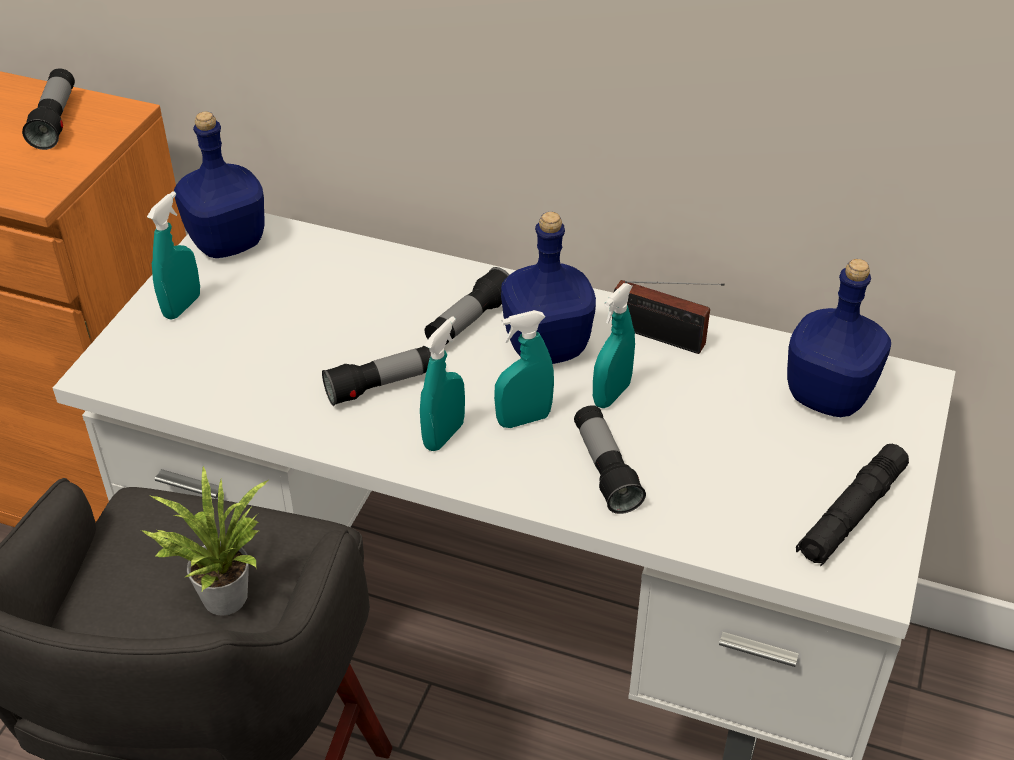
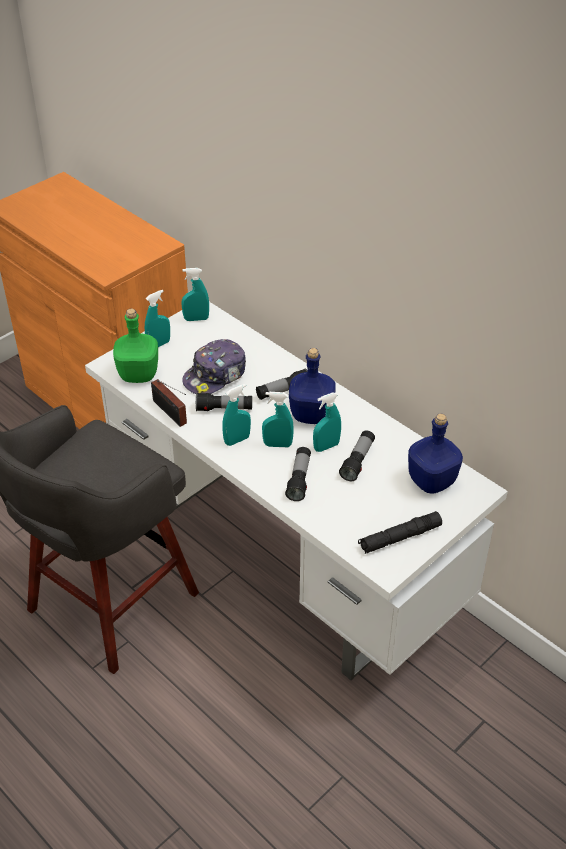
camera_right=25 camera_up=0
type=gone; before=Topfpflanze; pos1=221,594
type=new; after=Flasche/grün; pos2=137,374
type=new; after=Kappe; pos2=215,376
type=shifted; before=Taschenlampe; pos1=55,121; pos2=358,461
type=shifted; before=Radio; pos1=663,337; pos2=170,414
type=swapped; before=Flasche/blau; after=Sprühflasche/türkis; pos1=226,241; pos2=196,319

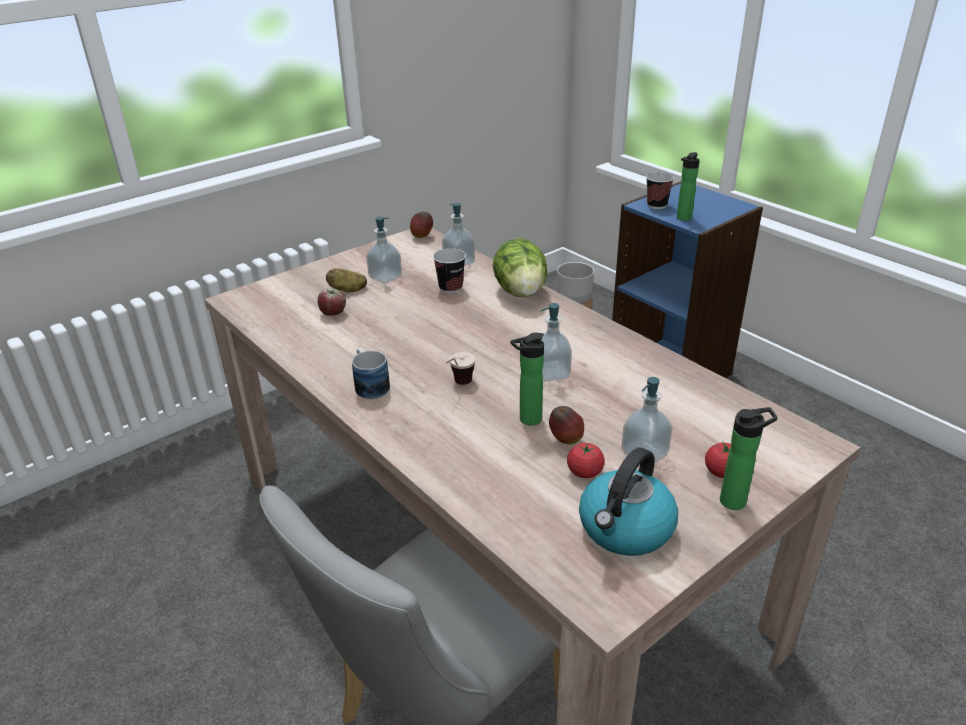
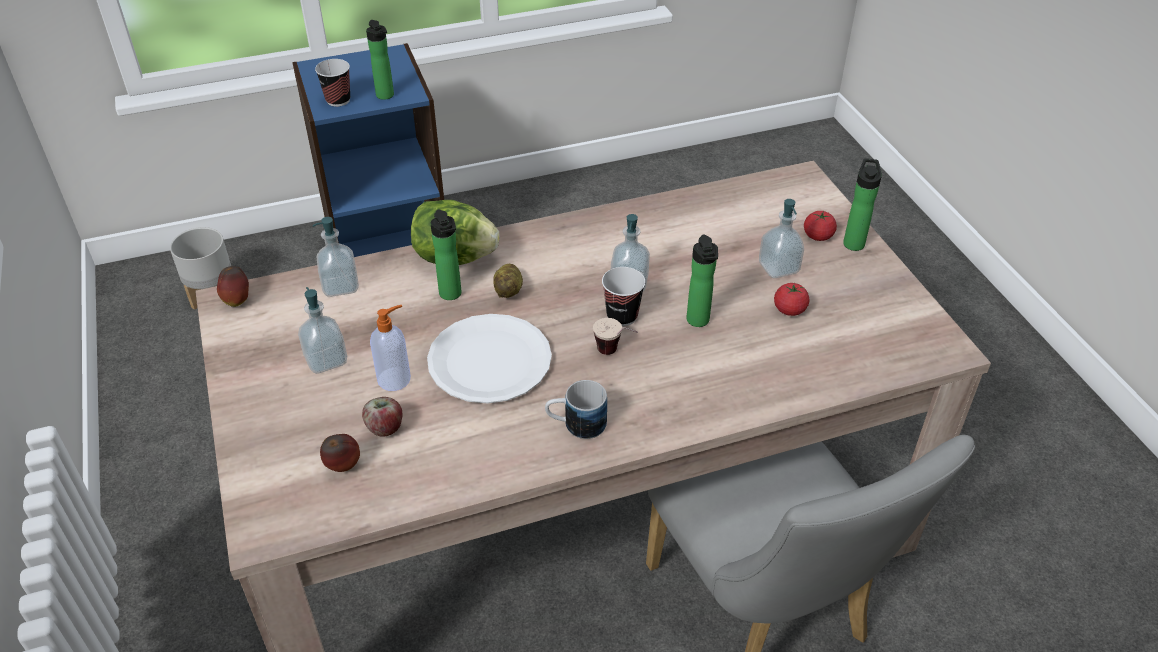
camera_right=-70 camera_up=10
type=gone; before=Wasserkessel; pos1=625,529
type=new; after=Seifenspender; pos2=395,379
type=new; after=Teller/weiß; pos2=489,361
type=new; after=Flasche; pos2=451,295
type=shifted; before=Kartoffel; pos1=347,290; pos2=509,290
type=shifted; before=Tasse; pos1=450,288; pos2=622,316
type=shifted; before=Apfel; pos1=565,441; pos2=343,467

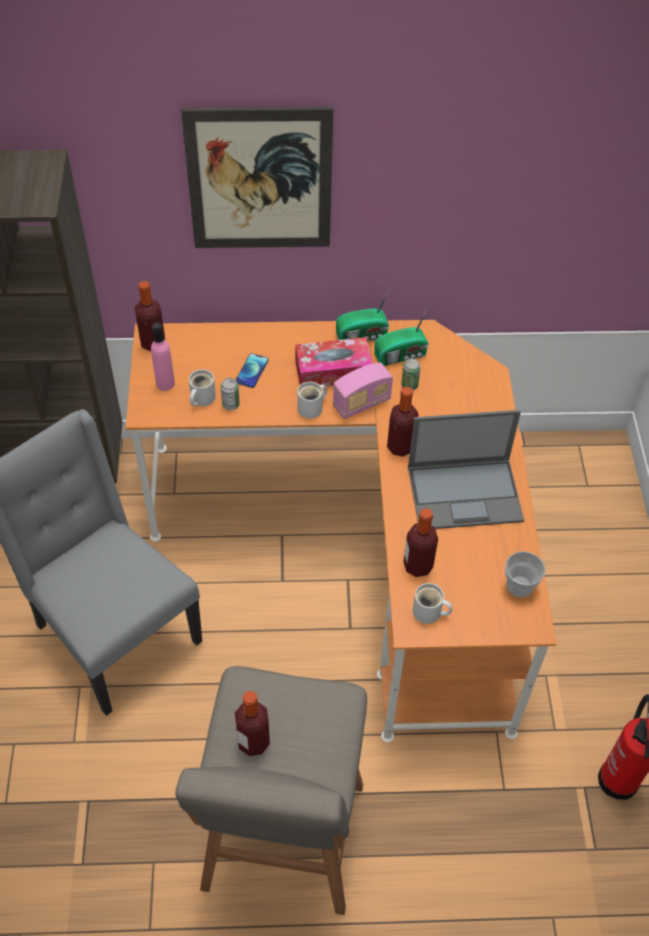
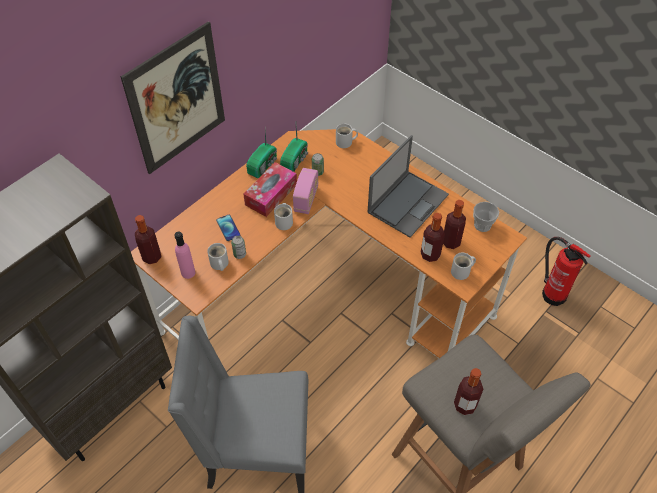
camera_right=-45 camera_up=0
type=new; after=Henkelbecher/weiß; pos2=345,142
type=shifted; before=Flasche; pos1=400,447; pos2=451,242

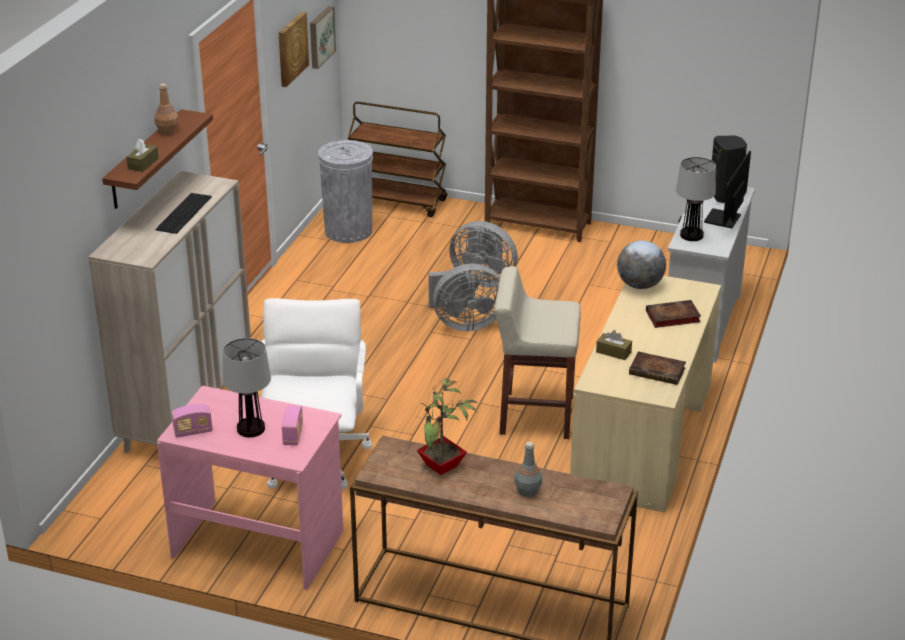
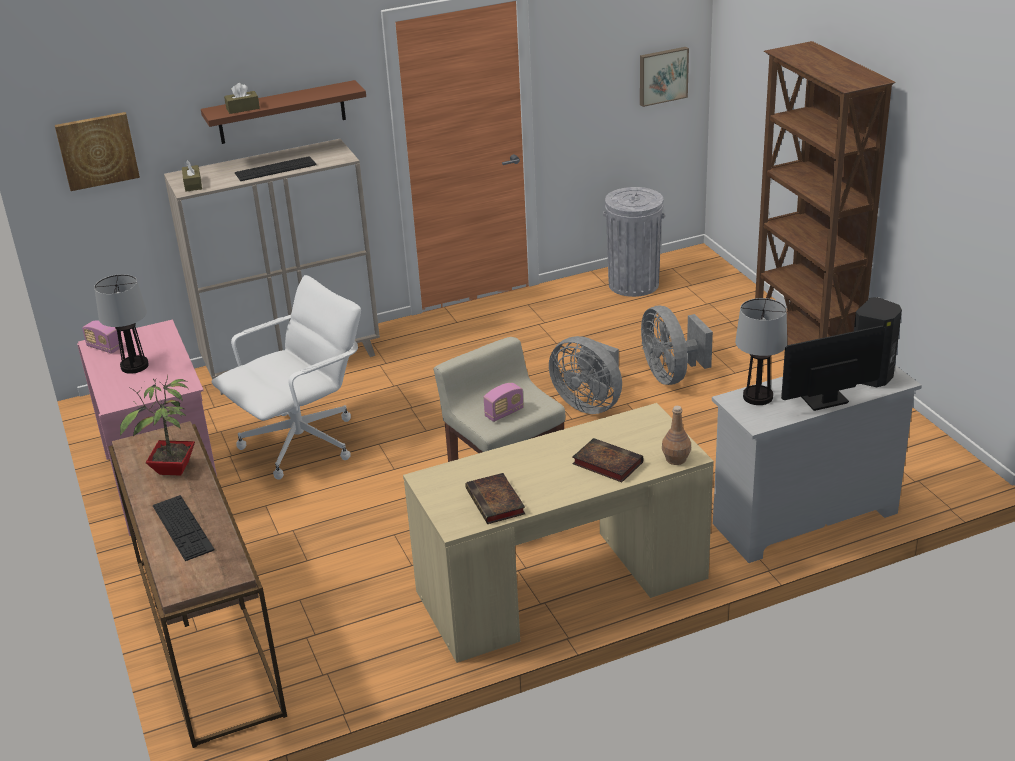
camera_right=50 camera_up=0
type=gone; before=Rollwagen/braun; pos1=398,202
type=gone; before=Globus; pos1=639,285
type=shifted; before=Flasche/braun; pos1=168,131; pos2=676,459
type=shifted; before=Bild; pos1=291,48; pos2=97,150
type=shifted; before=Radio; pos1=293,435; pos2=504,413
type=shifted; before=Taschentuchbox/braun; pos1=613,352; pos2=193,184
type=swapped; before=Flasche/grau; after=Tastatur; pos1=527,491; pos2=183,527

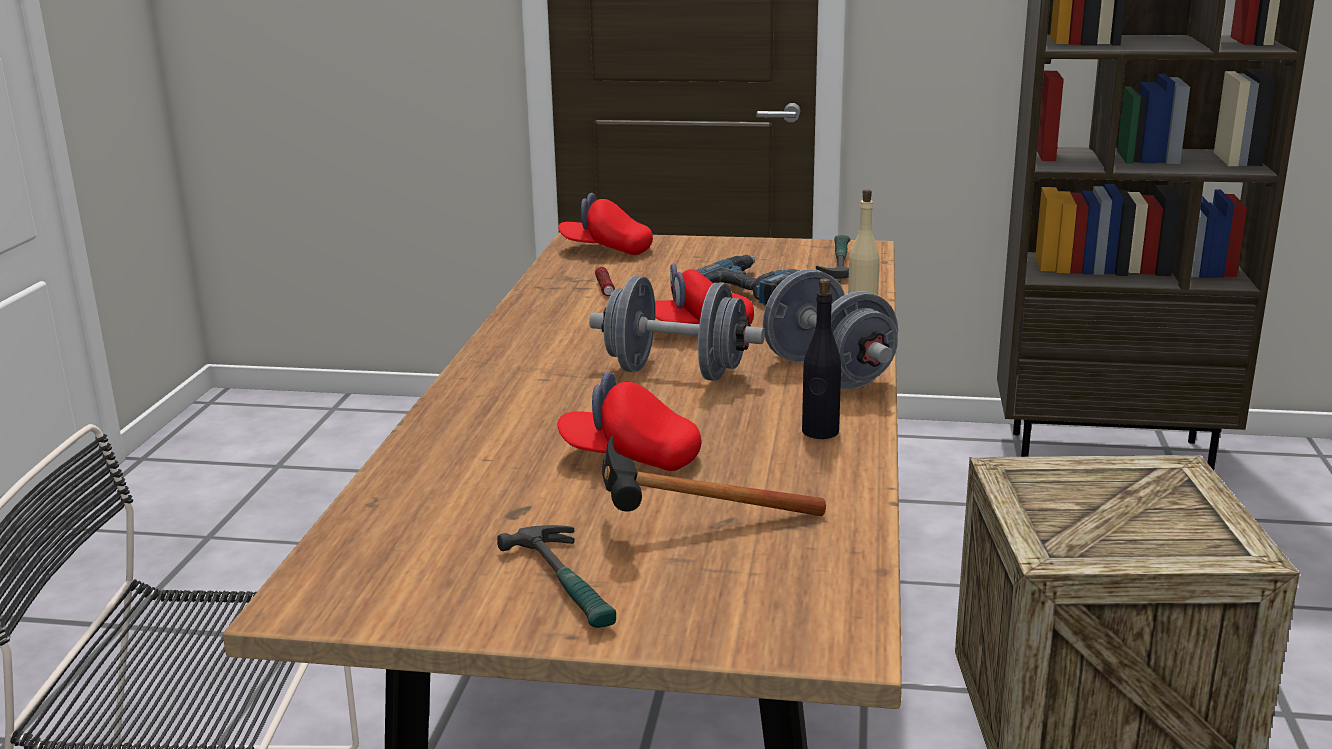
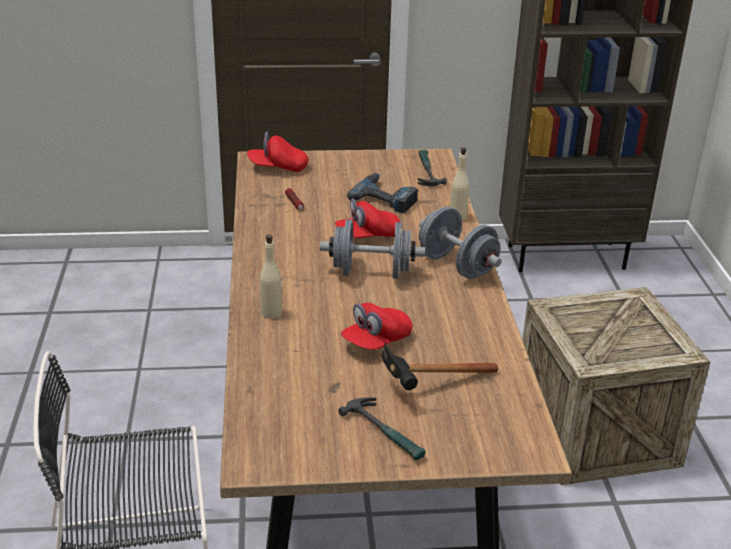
camera_right=-15 camera_up=10
type=gone; before=Flasche/schwarz; pos1=820,432
type=new; after=Flasche/beige; pos2=271,313
type=rotated; before=Kappe/rot; pos1=630,458; pos2=376,341; turn=-45

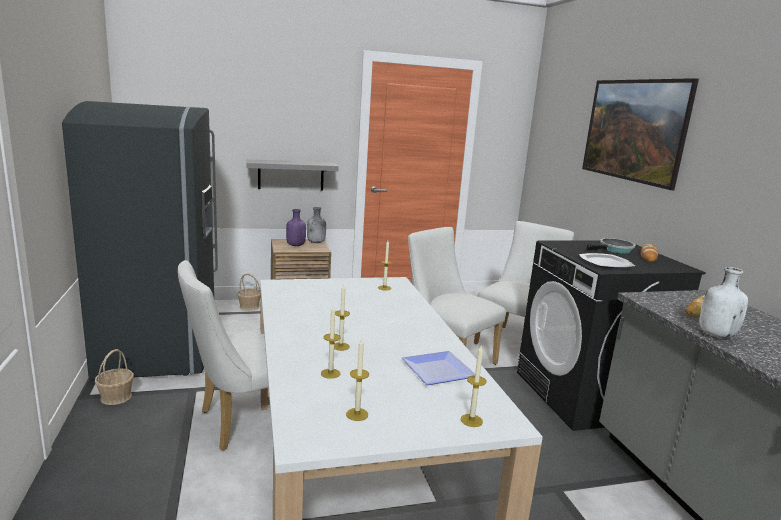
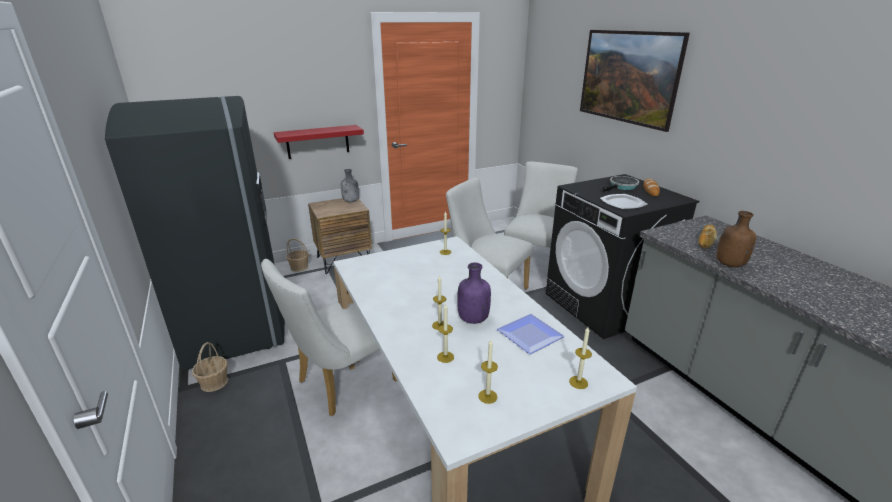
camera_right=-10 camera_up=10
type=shifted; before=Flasche/lila; pos1=295,245; pos2=472,319
type=repainted; before=Wandregal/grau; after=Wandregal/rot; pos1=291,175; pos2=317,141
type=repainted; before=Flasche/weiß; after=Flasche/braun; pos1=715,334; pos2=729,264

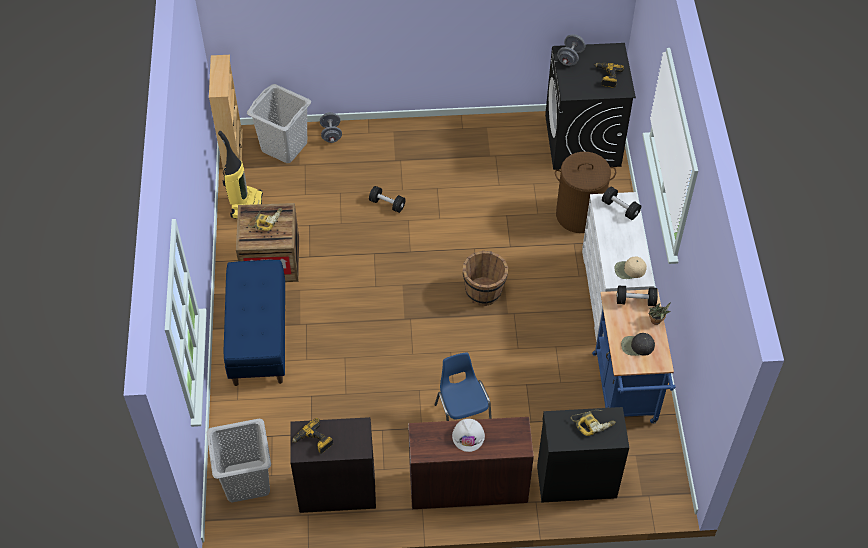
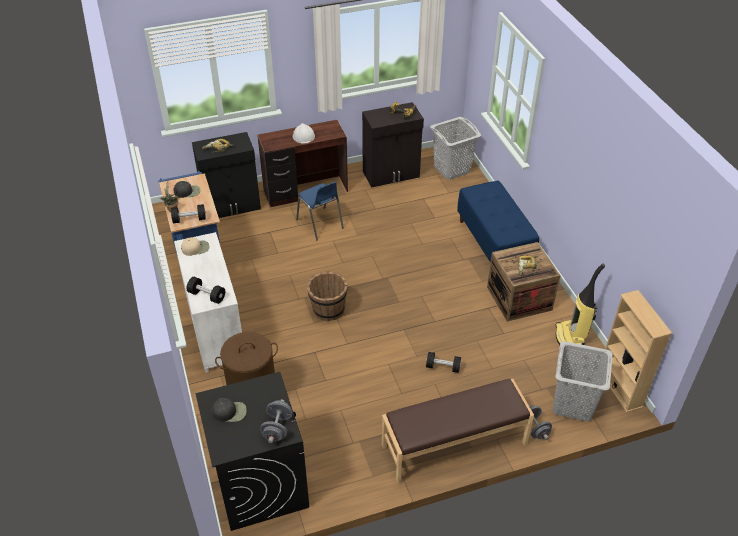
camera_right=165 camera_up=-10
type=new; after=Bank/braun; pos2=454,445
type=swapped; before=Bohrmaschine; after=Kappe/schwarz; pos1=607,77; pos2=229,412

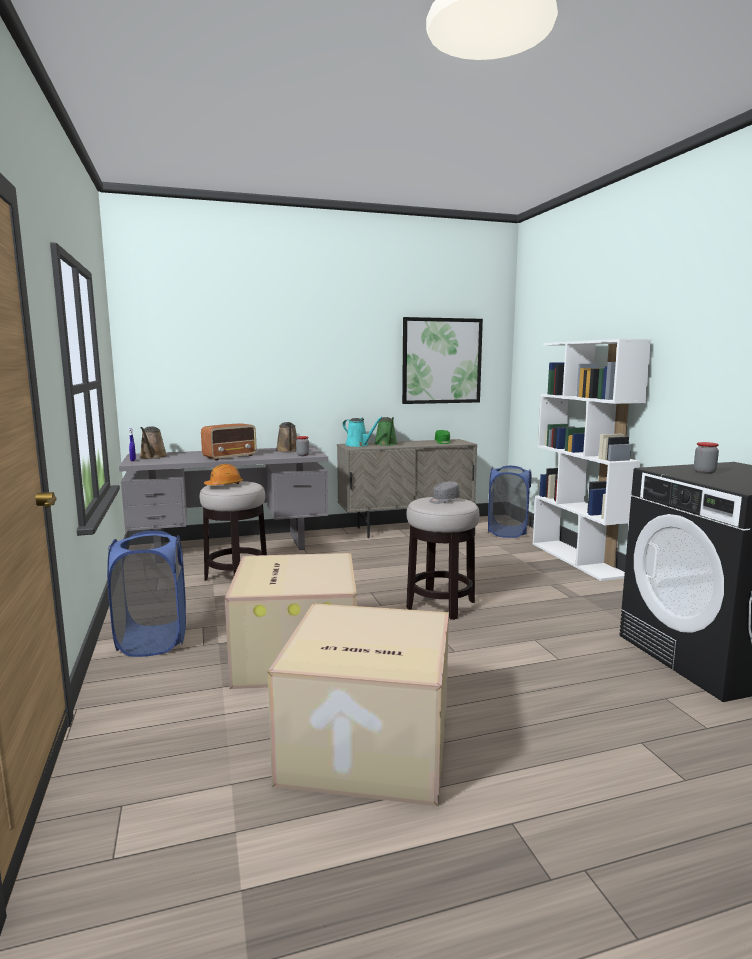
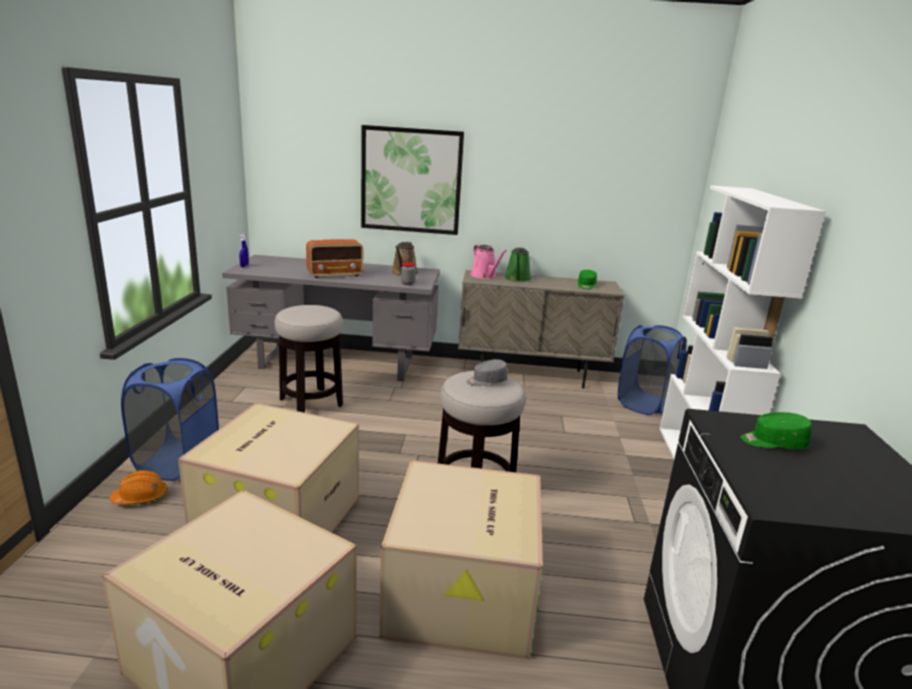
camera_right=20 camera_up=10
type=gone; before=Gießkanne/braun; pos1=153,457
type=new; after=Karton; pos2=463,594
type=shifted; before=Schutzhelm/orange; pos1=224,485; pos2=140,497
type=shifted; before=Bild; pos1=441,361; pos2=411,180
type=swapped; before=Vorratsglas; after=Kappe/grün; pos1=704,472; pos2=773,442
type=repainted; before=Gießkanne/türkis; after=Gießkanne/rosa; pos1=358,445; pos2=485,276

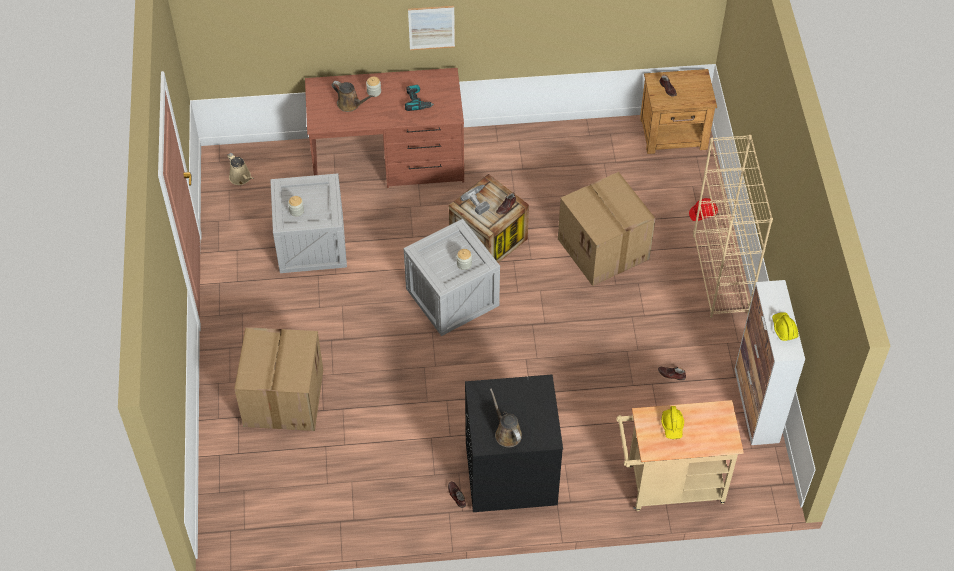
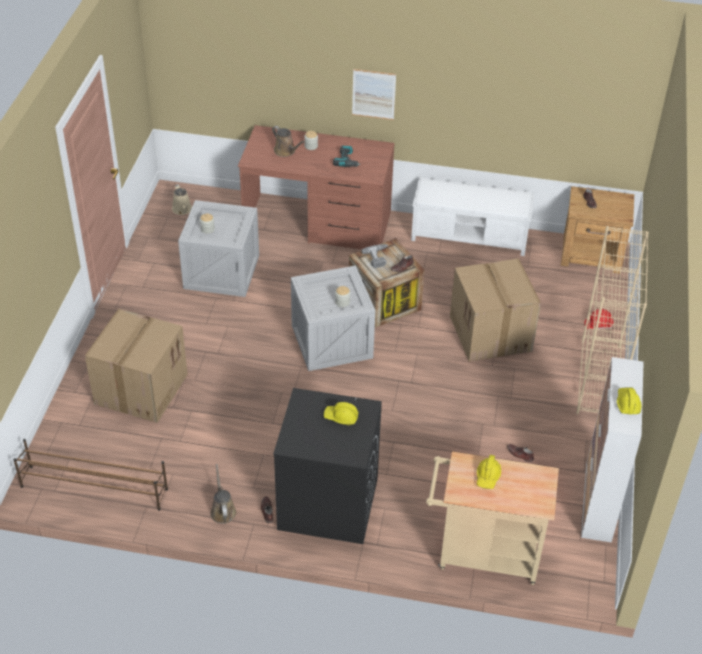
camera_right=15 camera_up=-10
type=new; after=Schuhregal/braun; pos2=93,487
type=new; after=Schutzhelm/gelb; pos2=341,417
type=new; after=Bank/weiß; pos2=470,236
type=shifted; before=Gießkanne/braun; pos1=506,433; pos2=222,510

